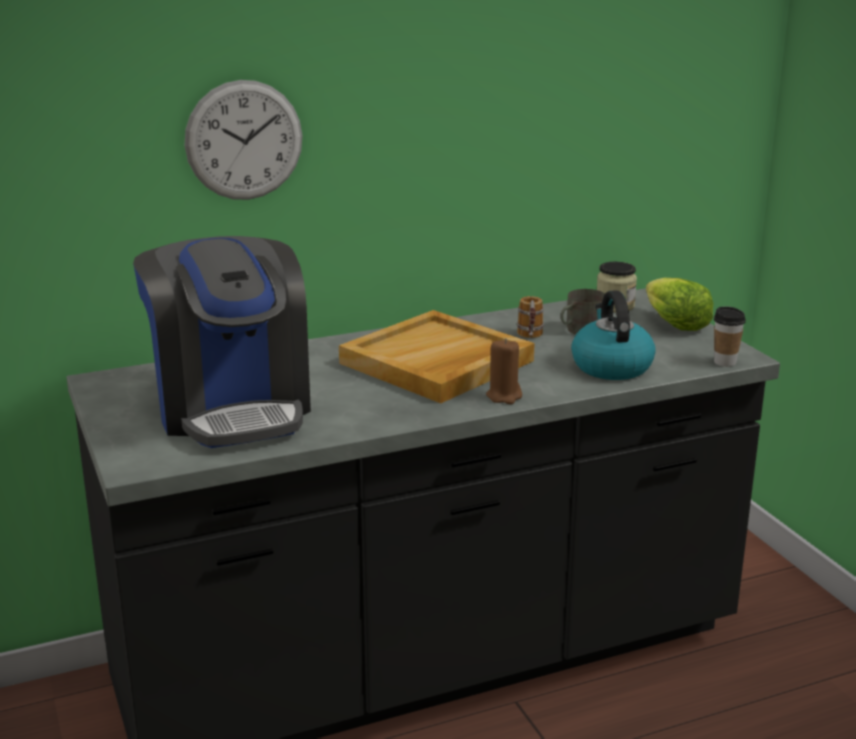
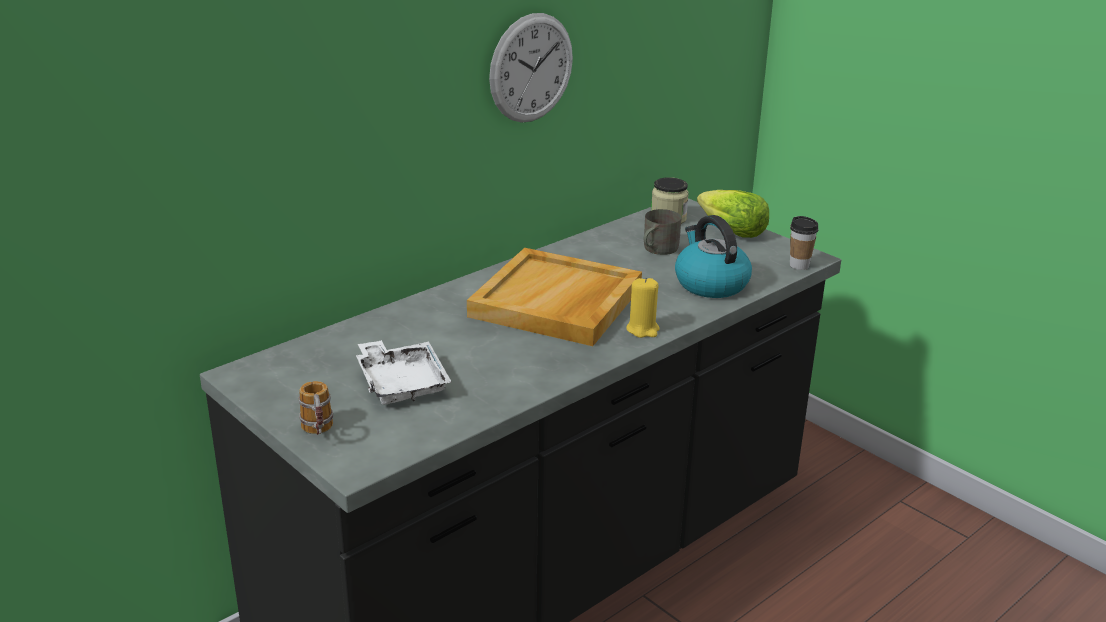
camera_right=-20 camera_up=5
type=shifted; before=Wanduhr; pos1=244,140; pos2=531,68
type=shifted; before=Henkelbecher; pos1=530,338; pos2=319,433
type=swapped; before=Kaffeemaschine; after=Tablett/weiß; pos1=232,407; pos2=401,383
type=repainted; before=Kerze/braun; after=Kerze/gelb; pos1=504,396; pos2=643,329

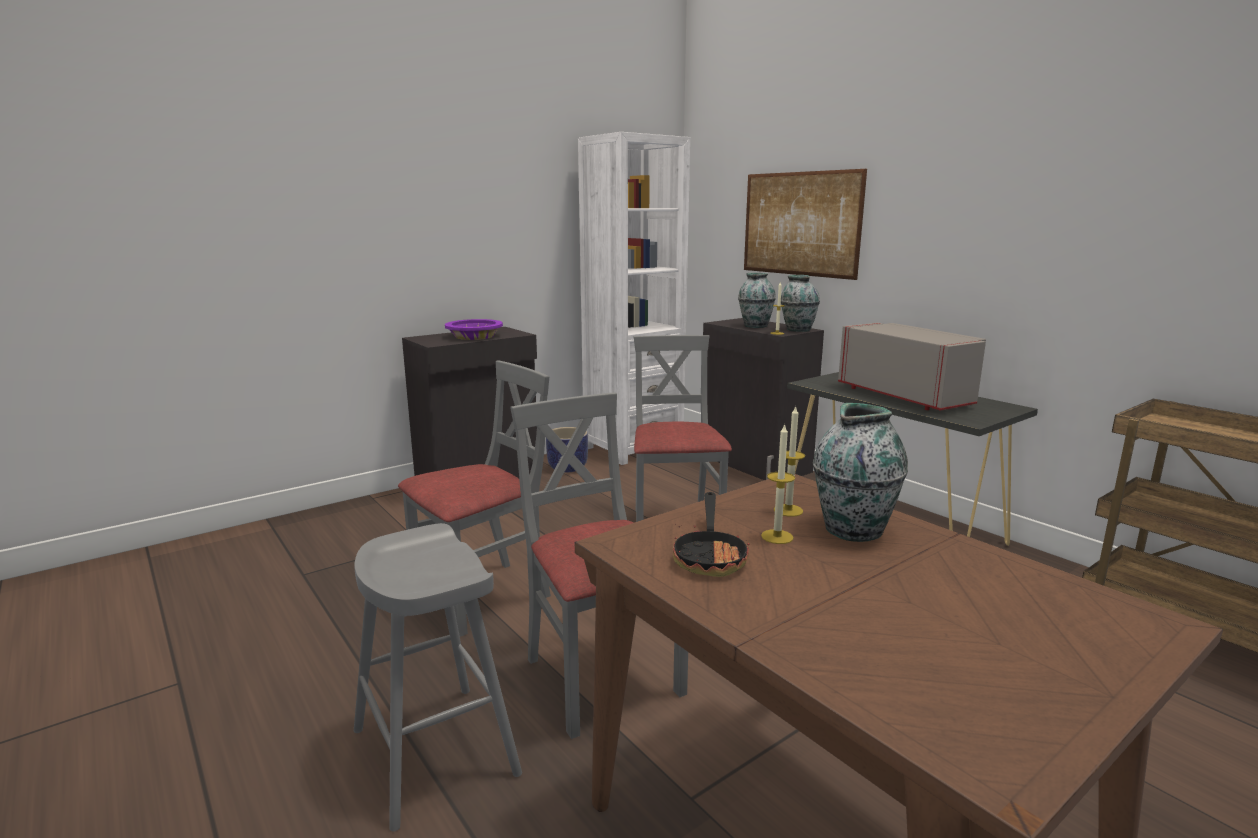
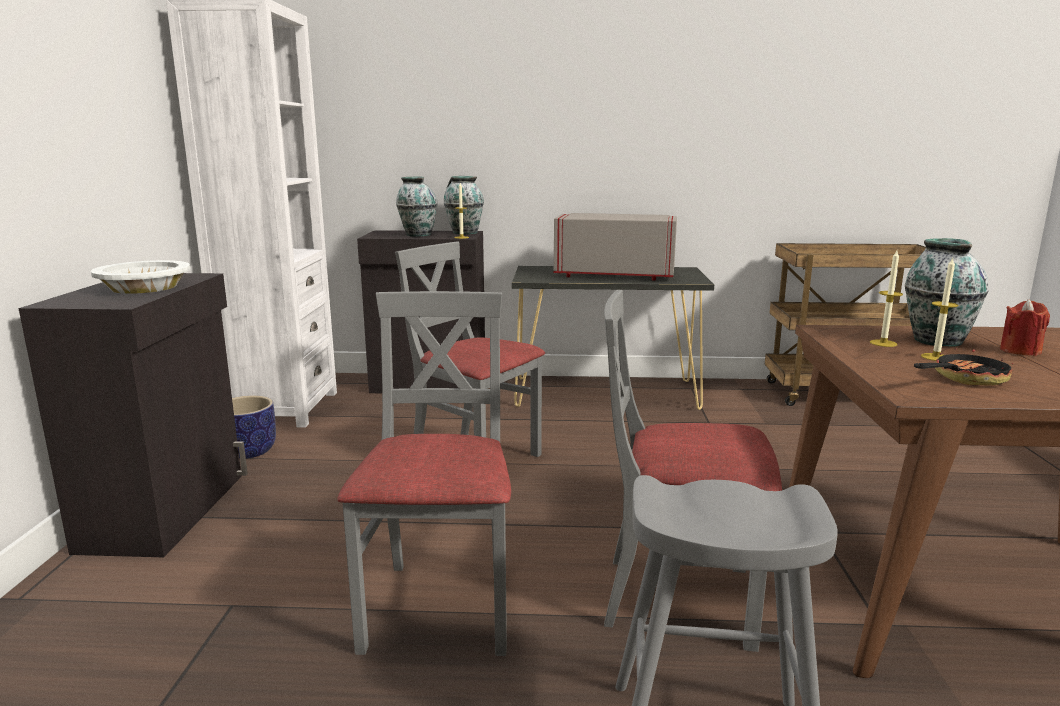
camera_right=-50 camera_up=0
type=gone; before=Bild; pos1=800,224
type=new; after=Kerze/rot; pos2=1020,351
type=repainted; before=Schüssel/lila; after=Schüssel/weiß; pos1=474,336; pos2=144,287
type=rotated; before=Pfanne; pos1=710,556; pos2=963,379; turn=-75

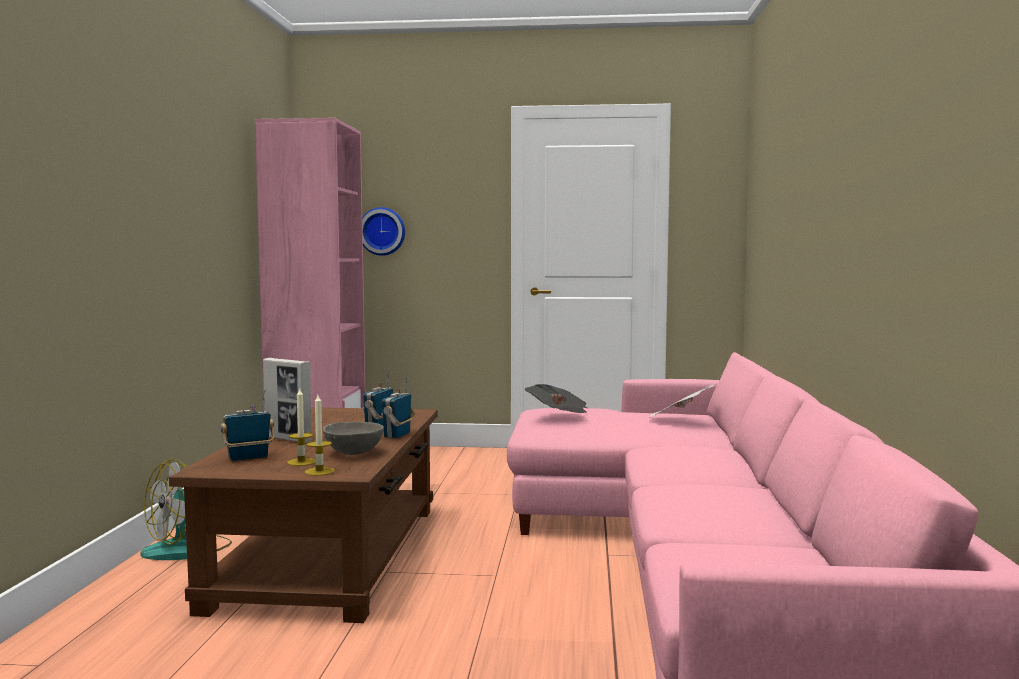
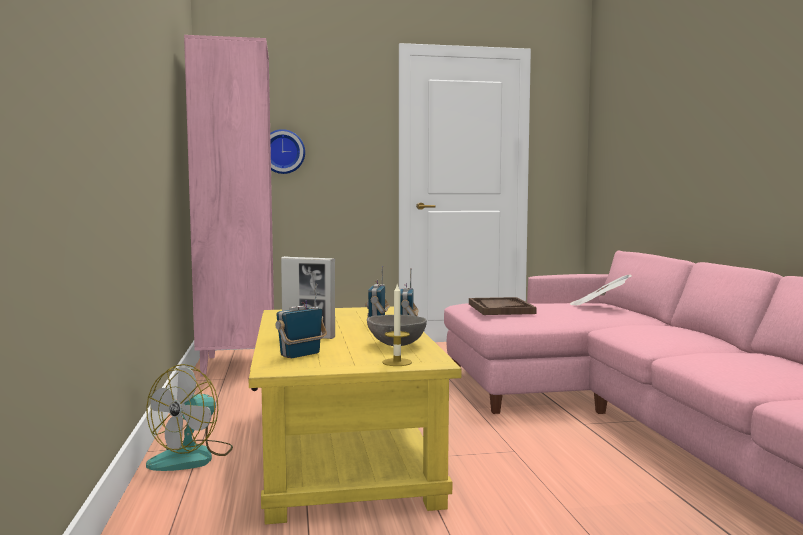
camera_right=-15 camera_up=0
type=gone; before=Kerze; pos1=301,462
type=swapped; before=Zeitung; after=Tablett/braun; pos1=559,417; pos2=500,308
type=repainted; before=Couchtisch/braun; after=Couchtisch/gelb; pos1=329,555; pos2=343,448

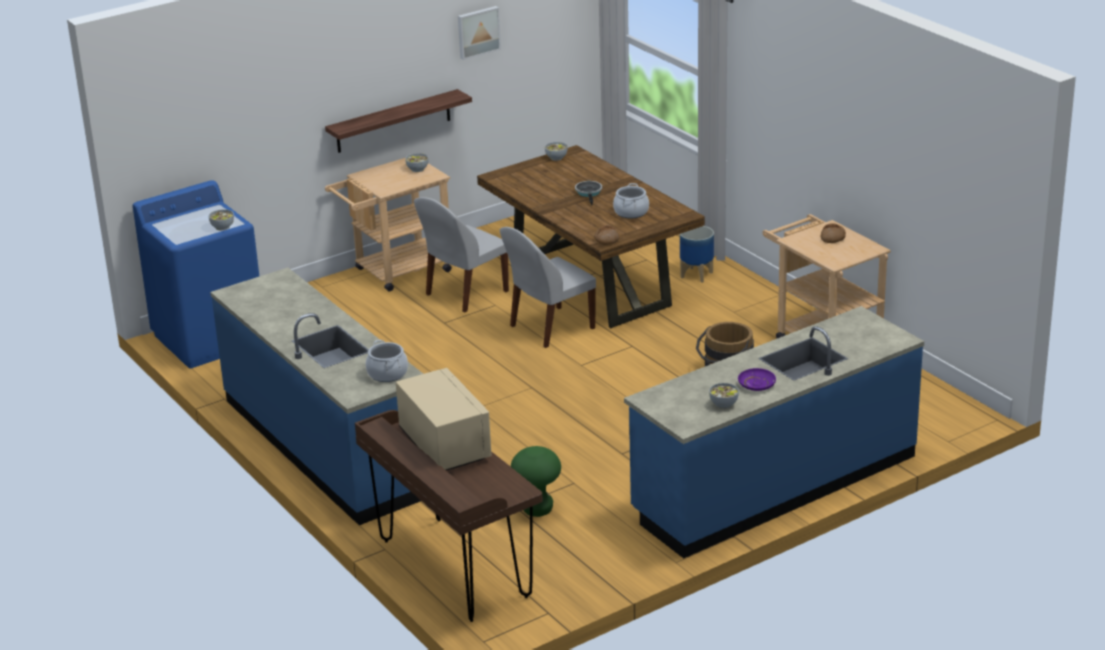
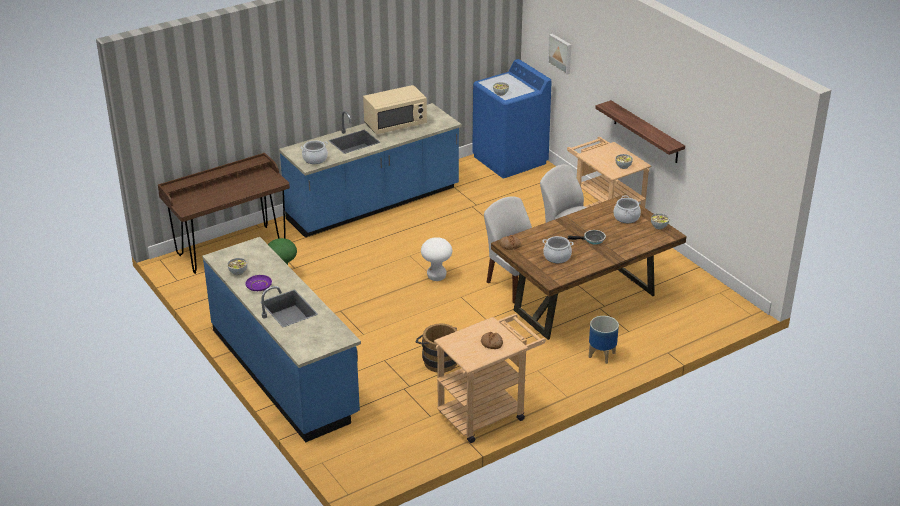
camera_right=90 camera_up=5
type=new; after=Hocker/weiß; pos2=436,277
type=new; after=Kochtopf; pos2=626,217
type=shifted; before=Mikrowelle/beige; pos1=444,445; pos2=395,124
type=shifted; before=Bild; pos1=478,32; pos2=561,53

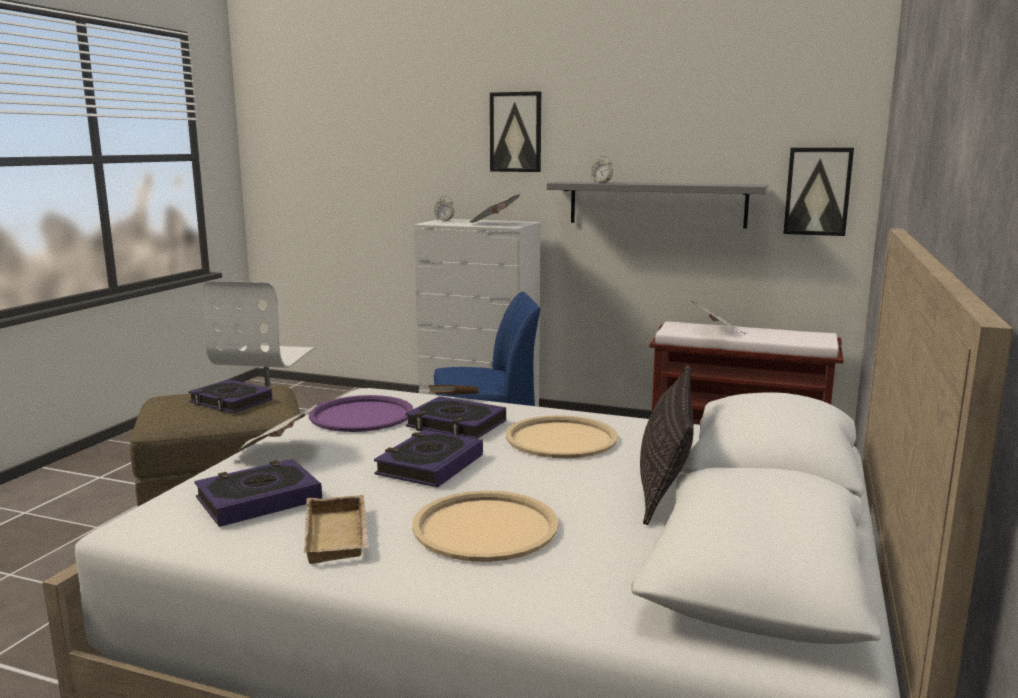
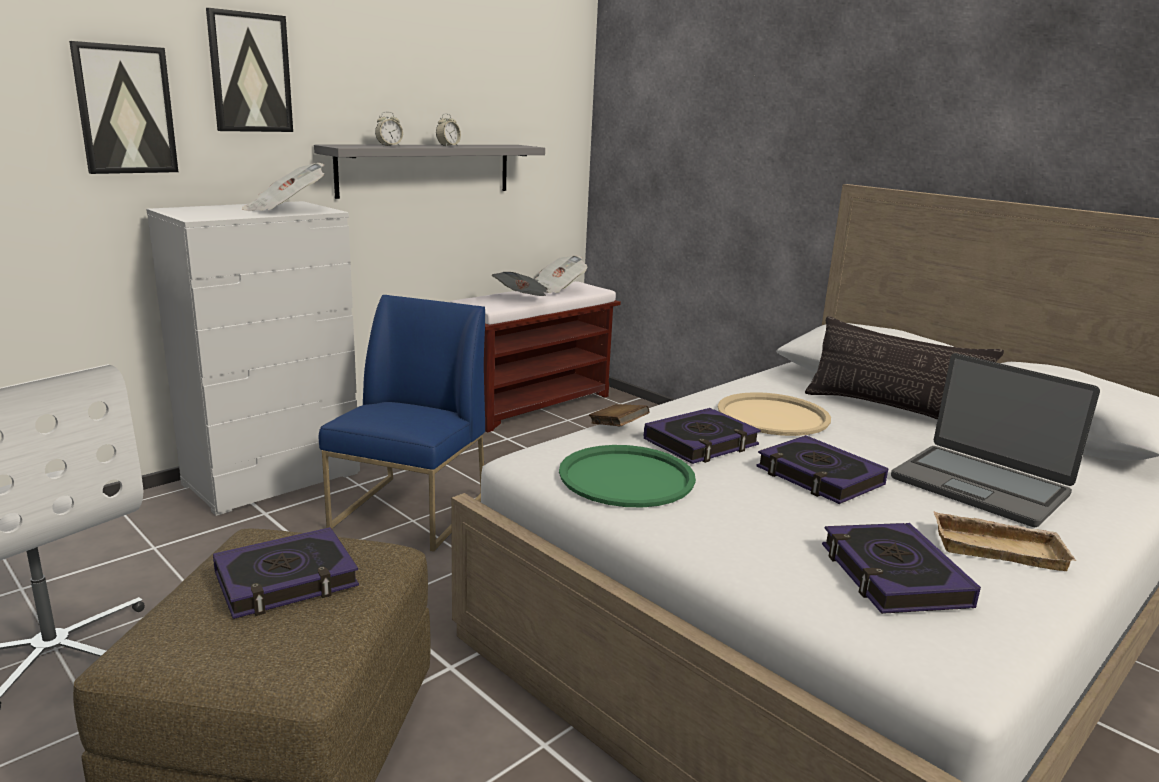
camera_right=-65 camera_up=5
type=shifted; before=Zeitung; pos1=275,453; pos2=556,290
type=shifted; before=Wecker; pos1=444,221; pos2=448,146
type=shifted; before=Bild; pos1=817,191; pos2=125,110
type=swapped; before=Tablett/beige; after=Laptop; pos1=485,527; pos2=980,486
type=repainted; before=Tablett/lila; after=Tablett/grün; pos1=361,415; pos2=626,477

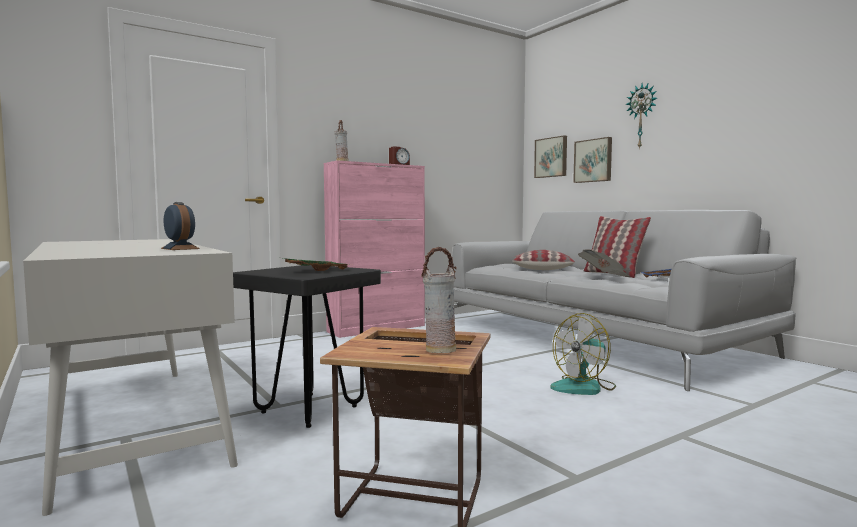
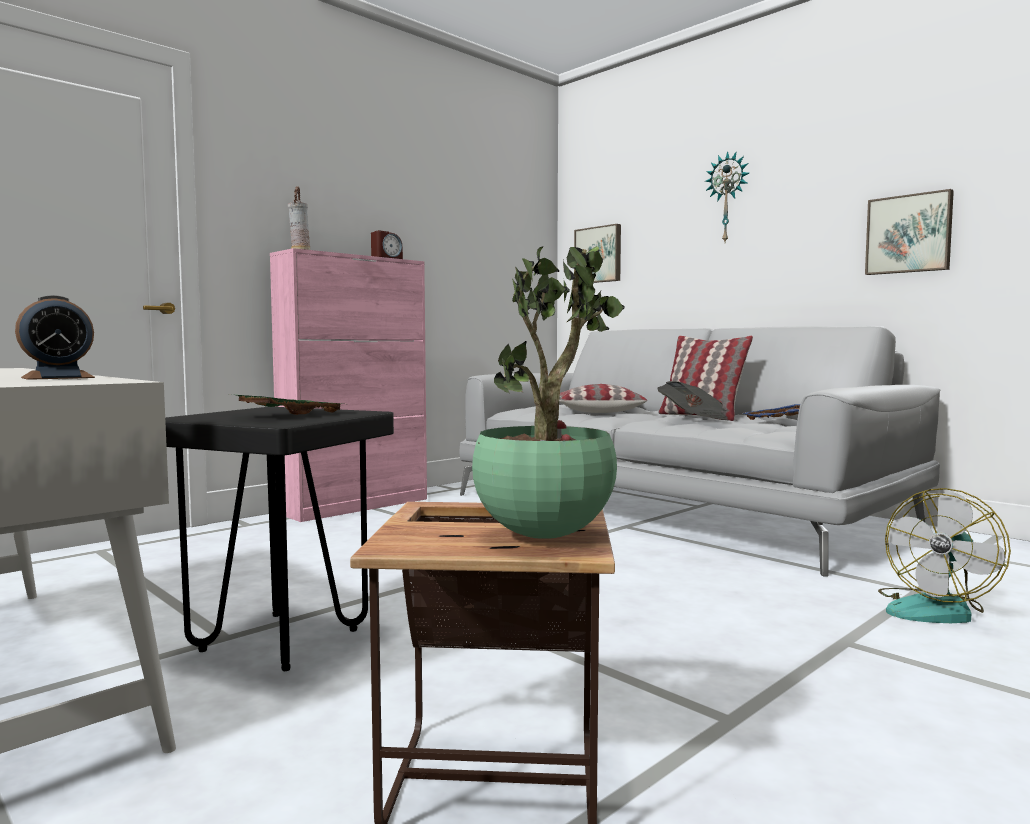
camera_right=-10 camera_up=0
type=shifted; before=Ventilator; pos1=584,387; pos2=936,609
type=shifted; before=Bild; pos1=593,160; pos2=909,234
type=swapped; before=Vase; after=Topfpflanze; pos1=439,350; pos2=546,535
type=rotated; before=Wecker; pos1=180,248; pos2=58,378; turn=105

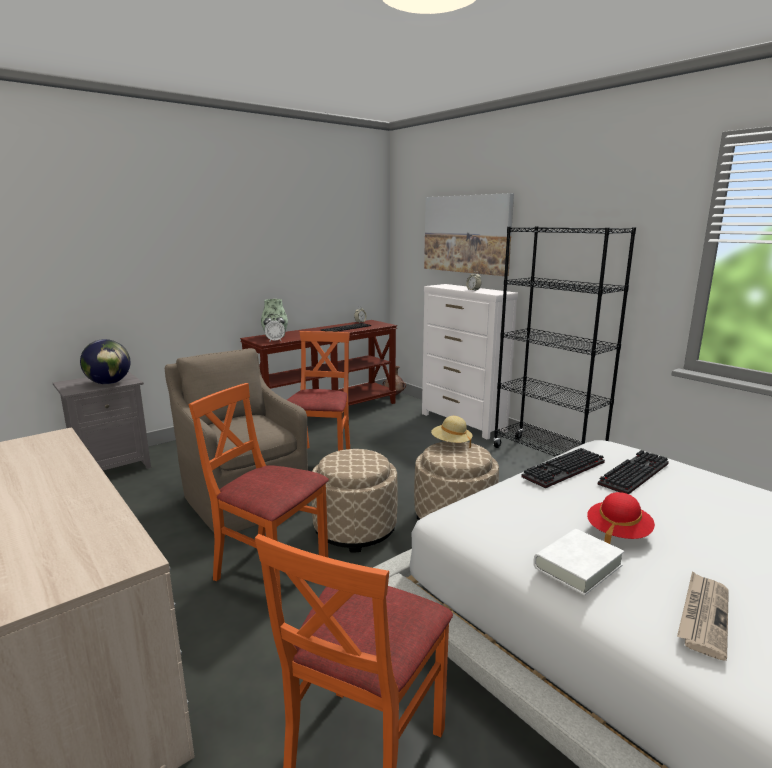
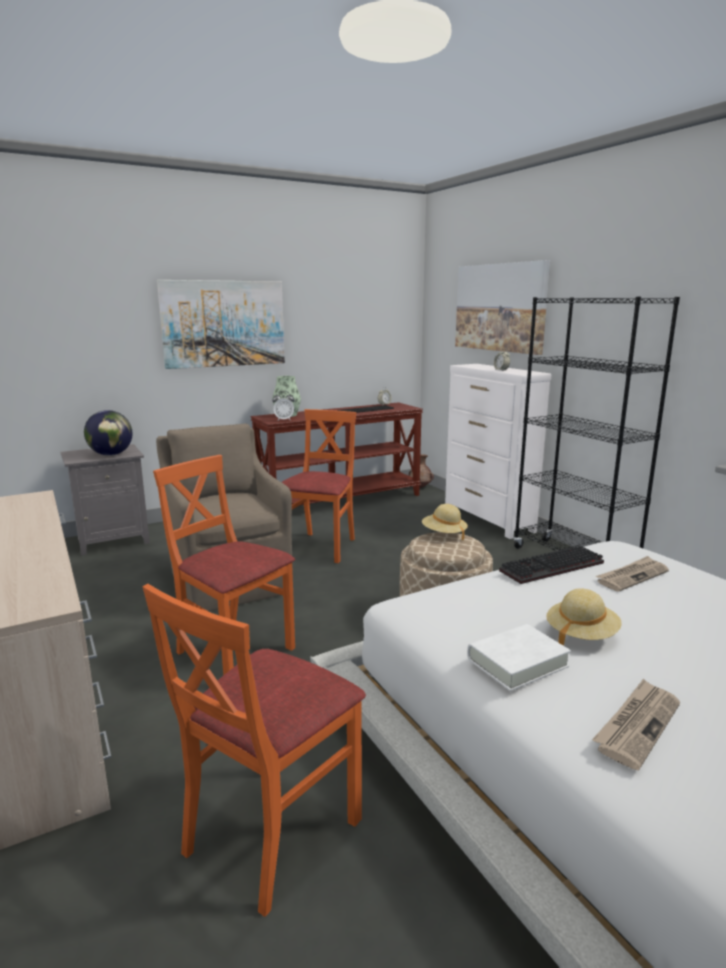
camera_right=10 camera_up=0
type=gone; before=Polsterhocker/beige; pos1=355,529
type=new; after=Bild; pos2=224,324
type=swapped; before=Tastatur; after=Zeitung; pos1=633,473; pos2=632,576
type=repainted; before=Hut/rot; after=Hut/beige; pos1=618,533; pos2=581,634

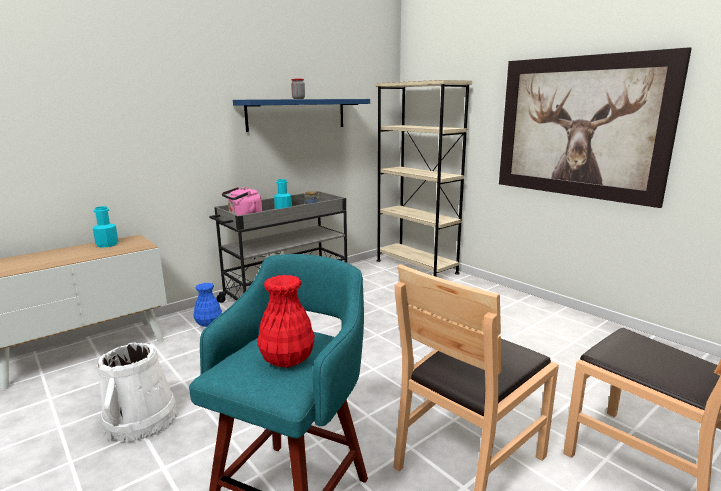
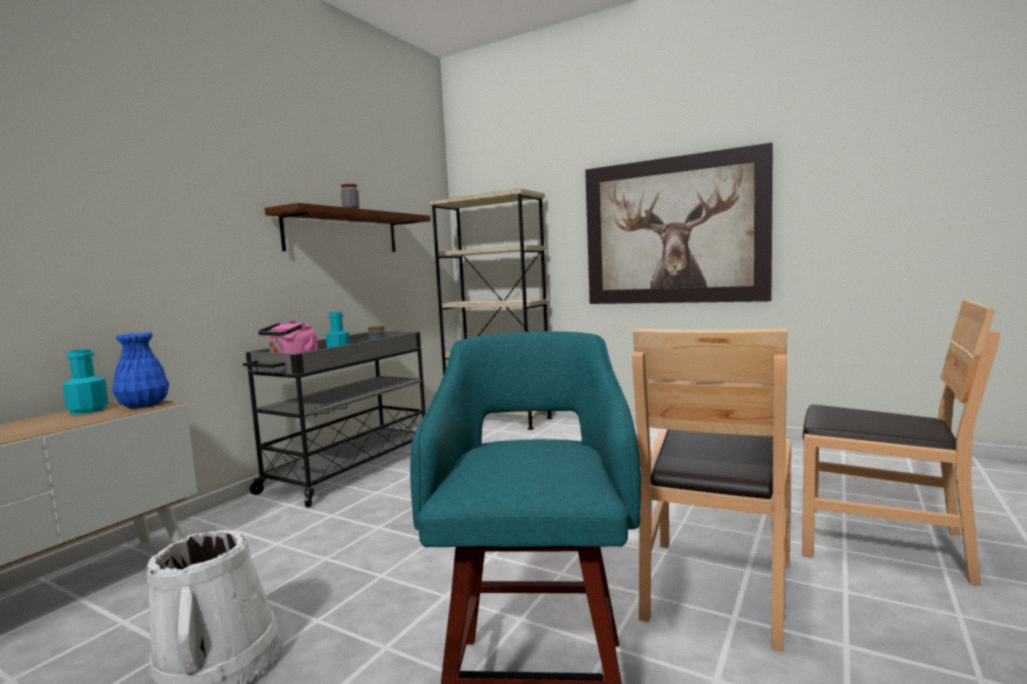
camera_right=-20 camera_up=-10
type=gone; before=Vase/rot; pos1=287,359
type=shifted; before=Vase/blau; pos1=209,323; pos2=144,405
type=repainted; before=Wandregal/blau; after=Wandregal/braun; pos1=297,114; pos2=343,233

